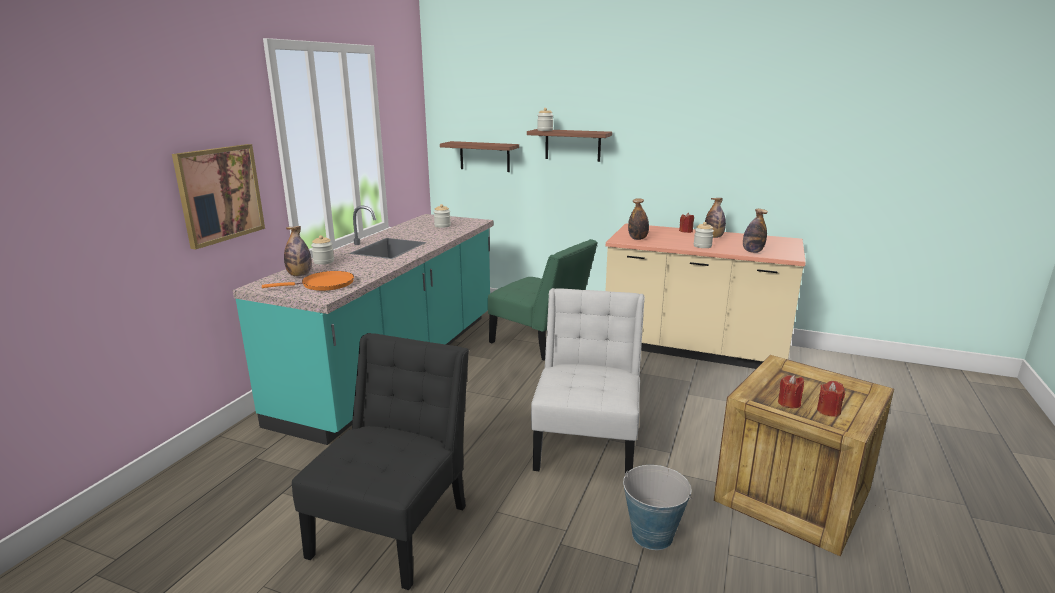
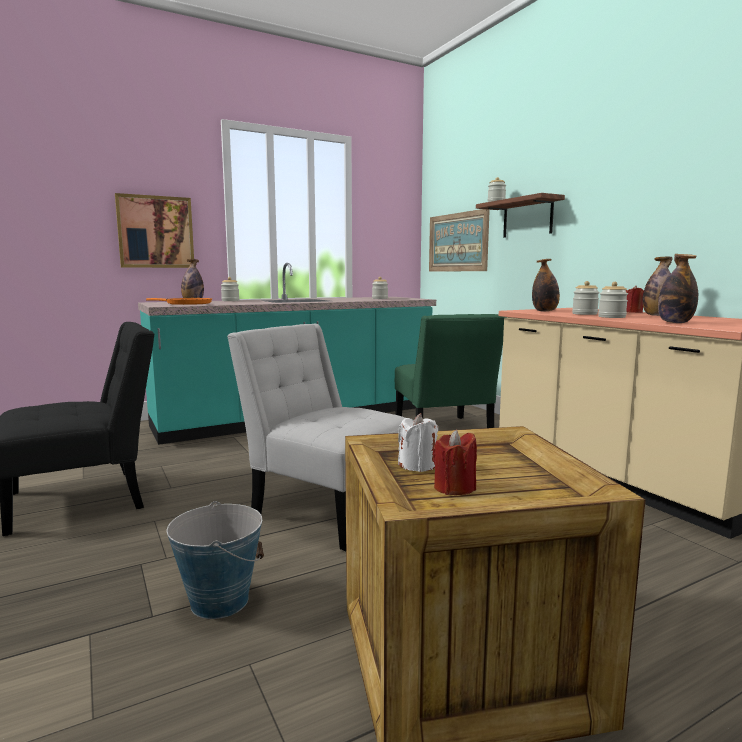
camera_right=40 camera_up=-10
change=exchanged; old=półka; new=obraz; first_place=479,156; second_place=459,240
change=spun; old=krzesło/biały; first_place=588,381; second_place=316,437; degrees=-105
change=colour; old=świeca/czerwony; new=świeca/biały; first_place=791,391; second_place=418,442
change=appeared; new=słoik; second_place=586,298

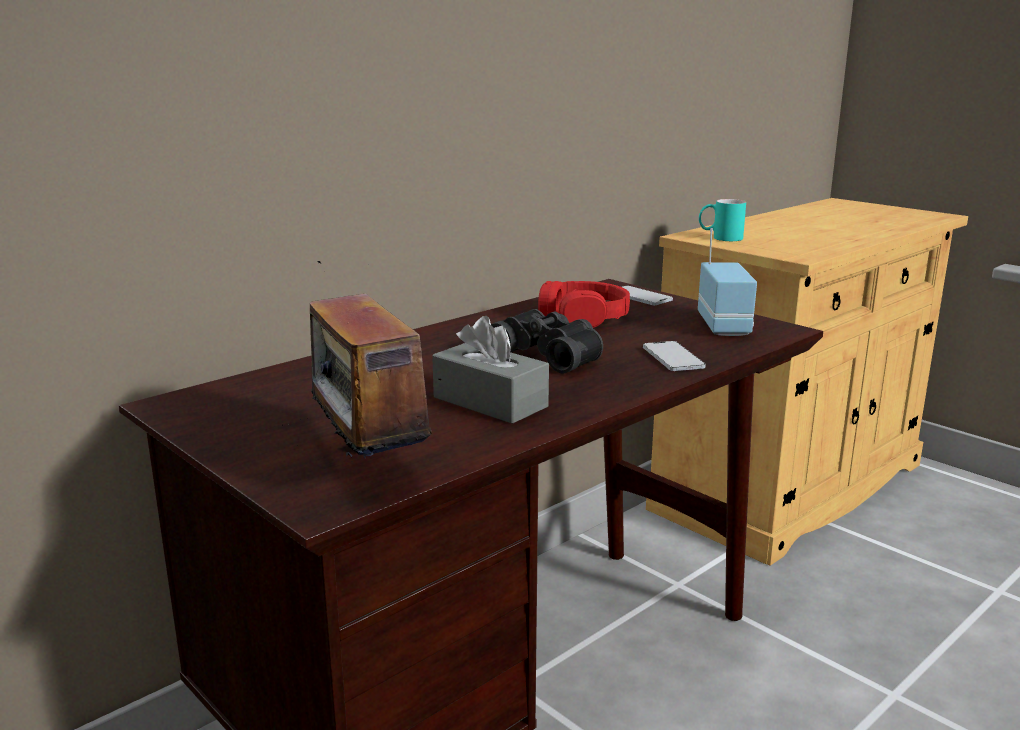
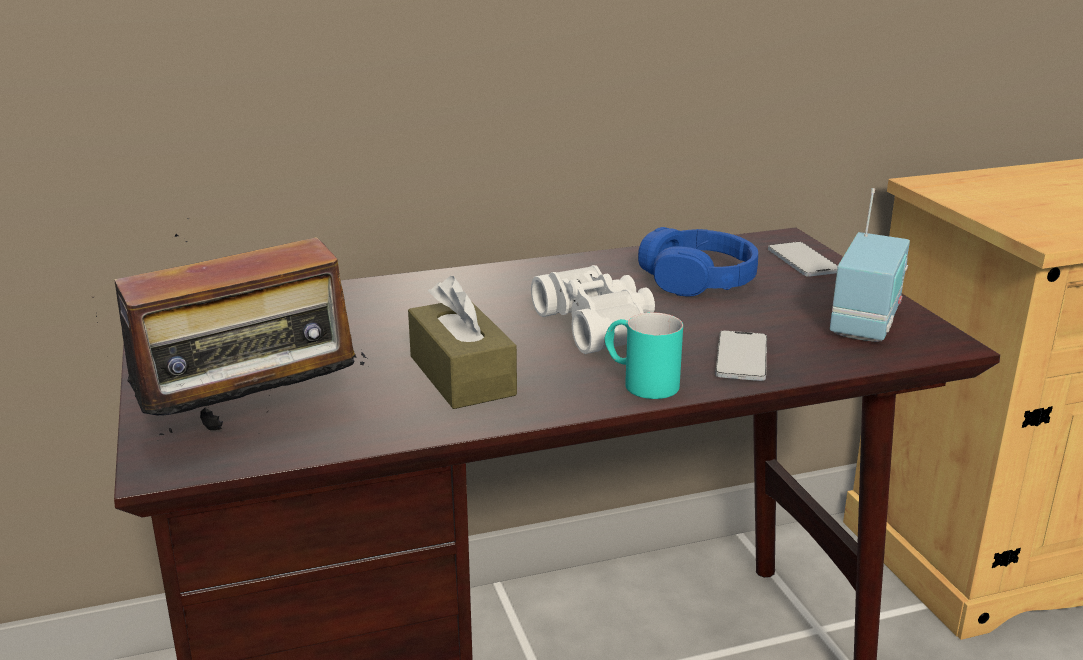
camera_right=25 camera_up=5
change=spun; old=radio; first_place=361,361; second_place=229,329; degrees=-120
change=colour; old=pudełko chusteczek/szary; new=pudełko chusteczek/brązowy; first_place=490,370; second_place=462,342
change=colour; old=lornetka/czarny; new=lornetka/biały; first_place=547,341; second_place=593,309
change=colour; old=słuchawki/czerwony; new=słuchawki/niebieski; first_place=584,304; second_place=698,262
change=relocated; old=kubek/turkusowy; first_place=722,220; second_place=643,356

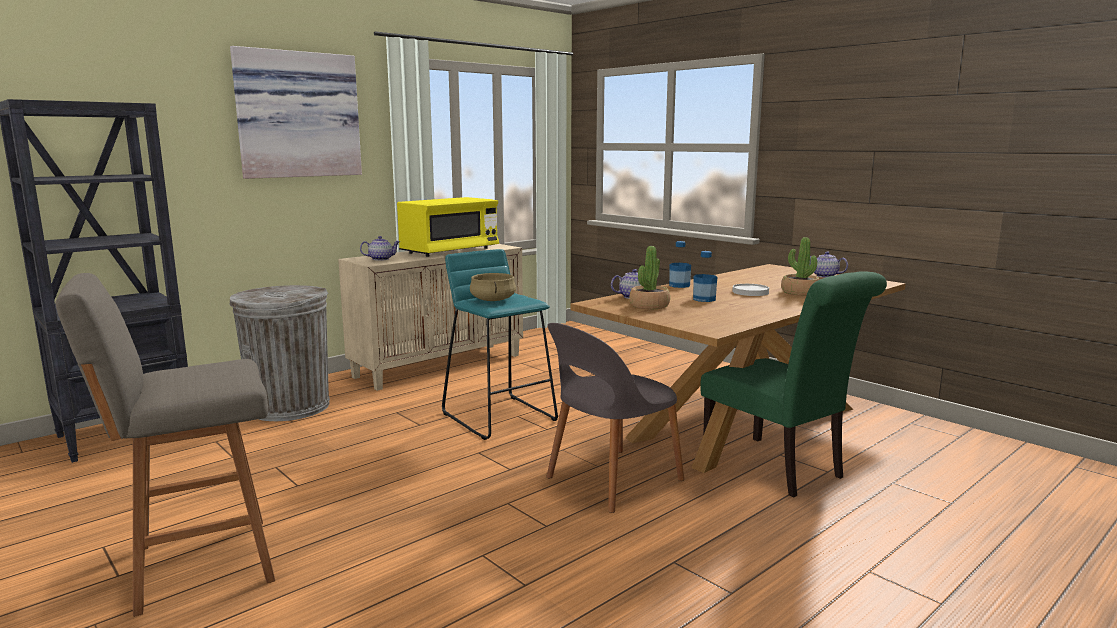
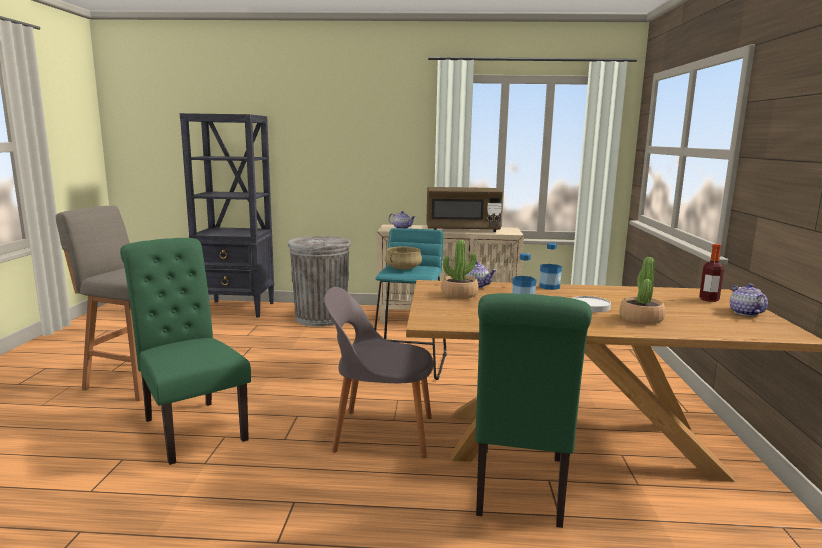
camera_right=45 camera_up=0
change=missing; old=obraz; first_place=296,112
change=colour; old=mikrofalówka/żółty; new=mikrofalówka/brązowy; first_place=448,227; second_place=464,209
change=appeared; new=krzesło/zielony; second_place=185,351
change=appeared; new=butelka; second_place=711,273

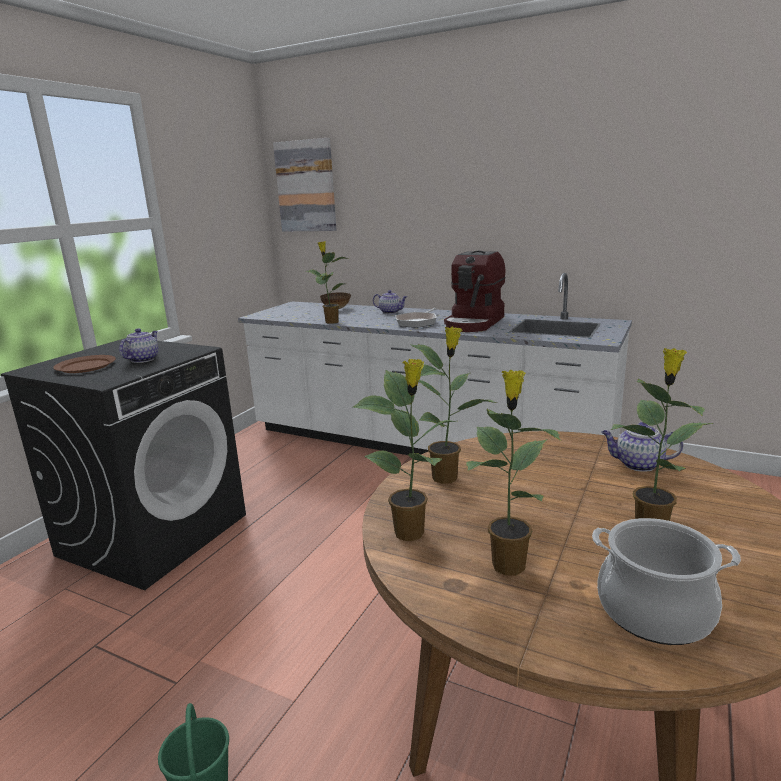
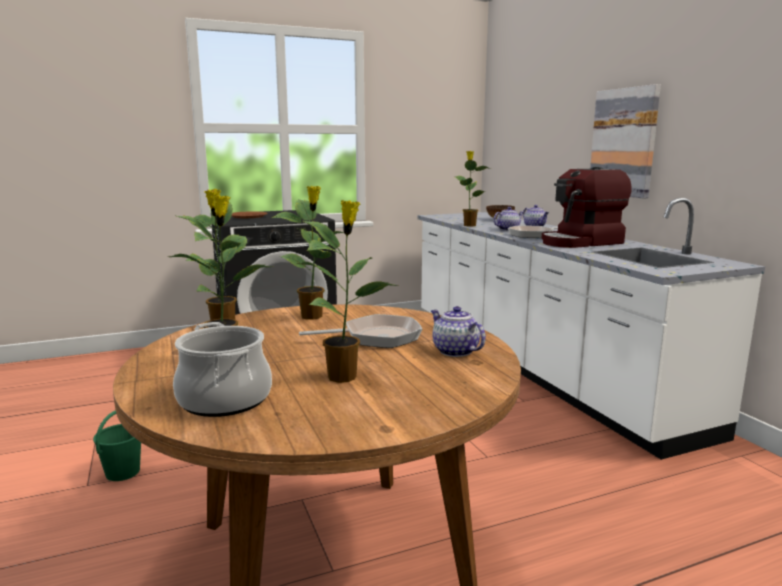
camera_right=40 camera_up=-5
change=relocated; old=imbryk; first_place=138,345; second_place=508,219
change=relocated; old=obraz; first_place=305,184; second_place=625,141
change=appeared; new=patelnia; second_place=360,331

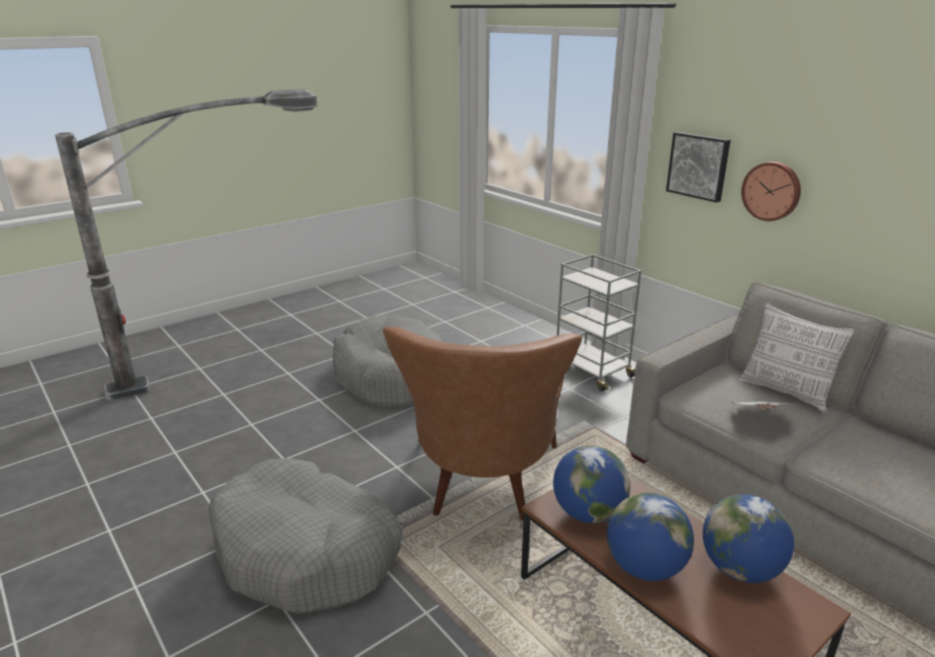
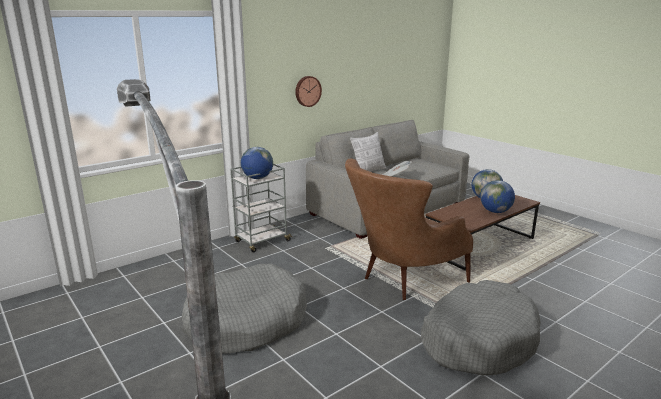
camera_right=-90 camera_up=-5
change=spun; old=fotel/brązowy; first_place=482,424; second_place=409,229; degrees=135
change=relocated; old=globus; first_place=591,484; second_place=257,163
change=missing; old=obraz; first_place=698,167

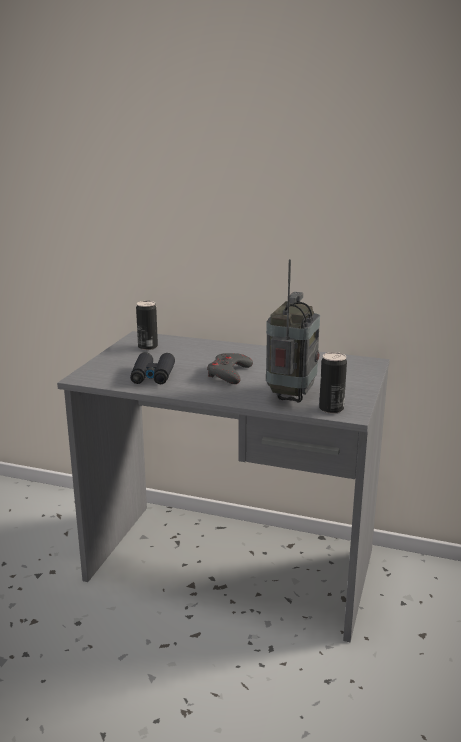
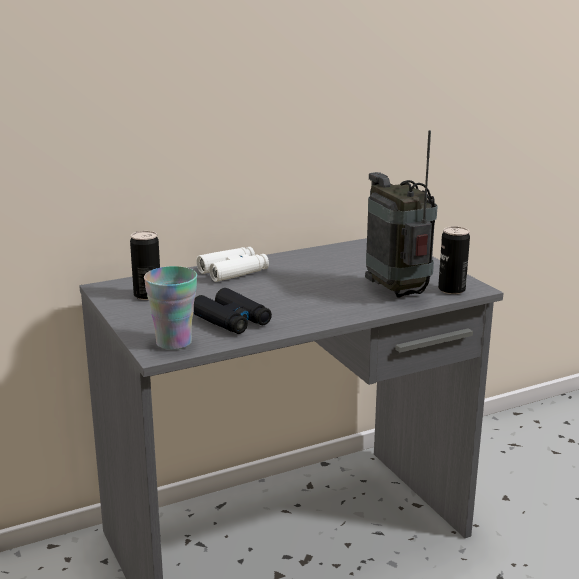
camera_right=-45 camera_up=0
change=missing; old=pad do gier/szary; first_place=230,368
change=appeared; new=filiżanka; second_place=170,308
change=appeared; new=lornetka/biały; second_place=232,264

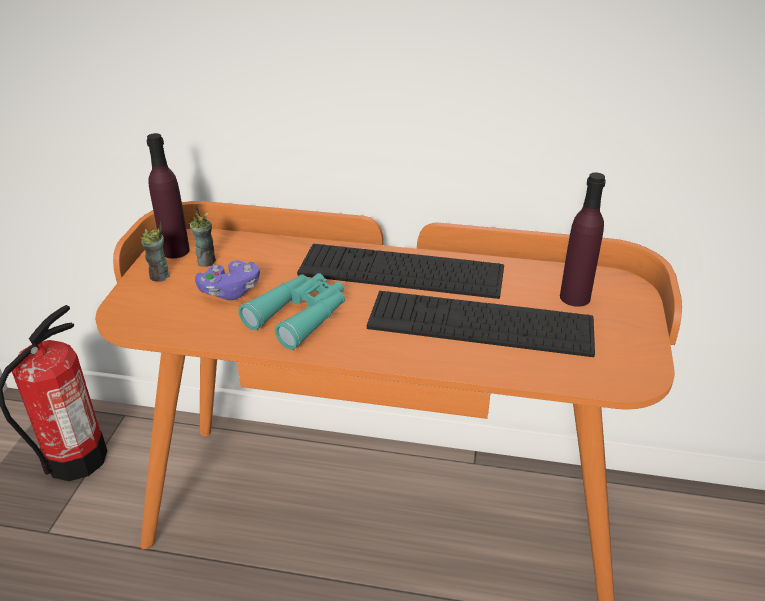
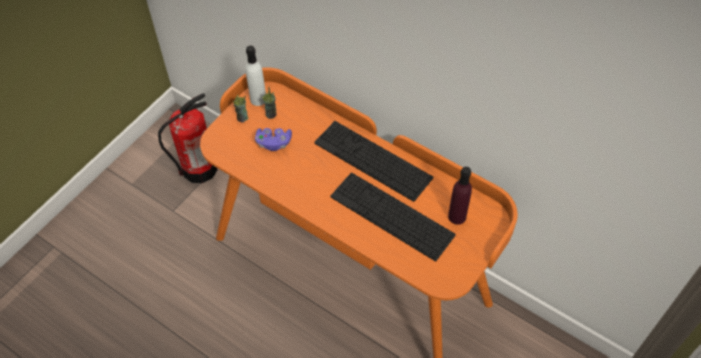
camera_right=25 camera_up=20
change=colour; old=butelka/fioletowy; new=butelka/biały; first_place=168,196; second_place=255,76
change=missing; old=lornetka/turkusowy; first_place=291,311

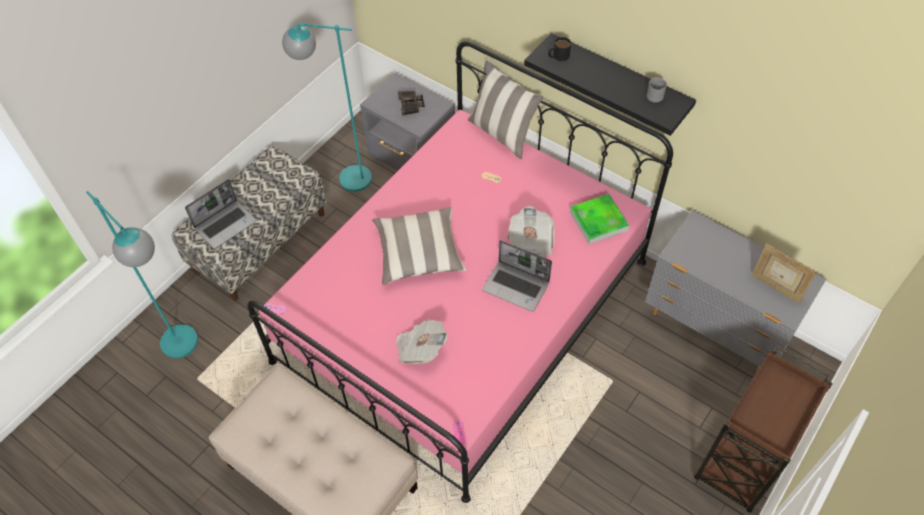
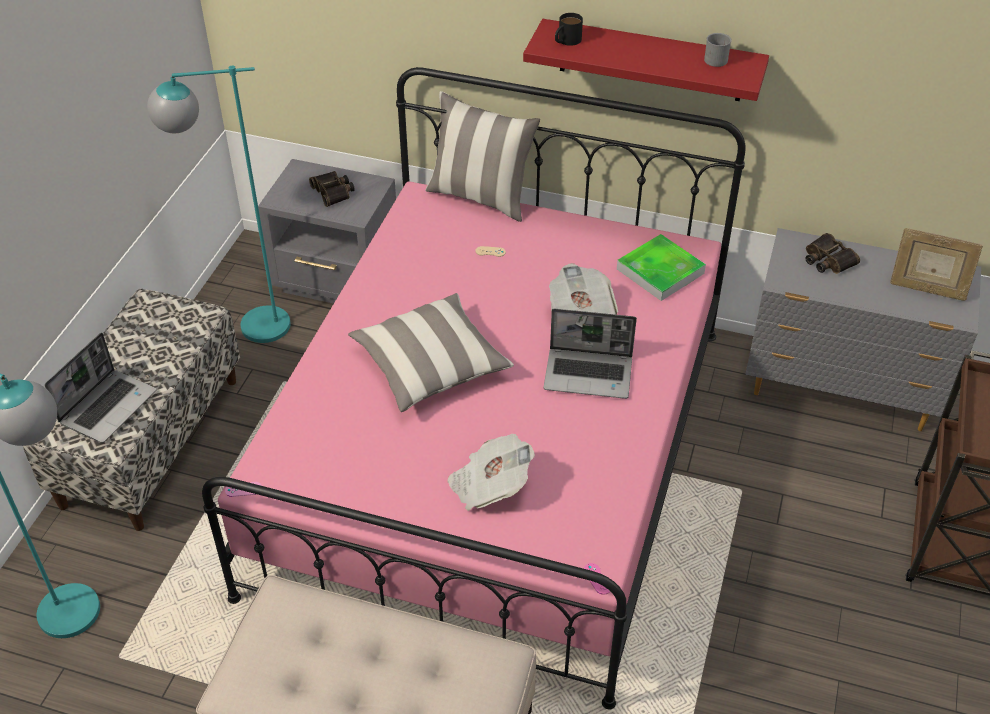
camera_right=-20 camera_up=-10
change=colour; old=półka/czarny; new=półka/czerwony; first_place=610,84; second_place=646,60
change=appeared; new=lornetka; second_place=832,253

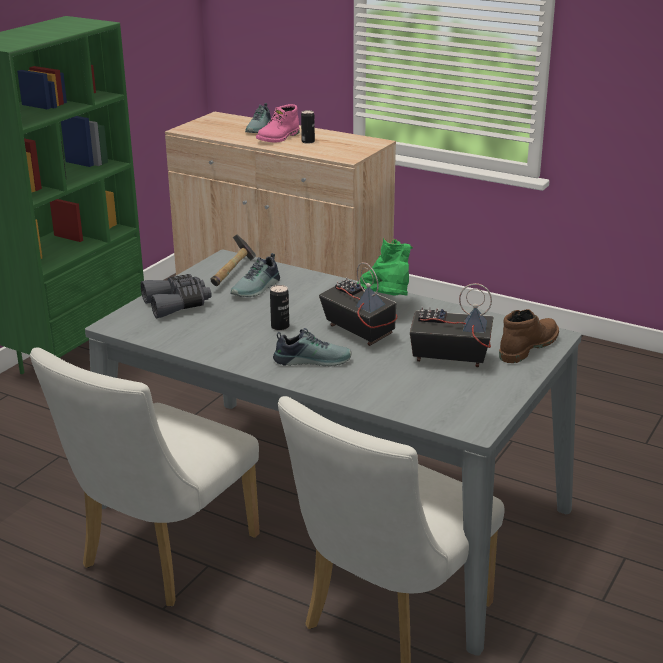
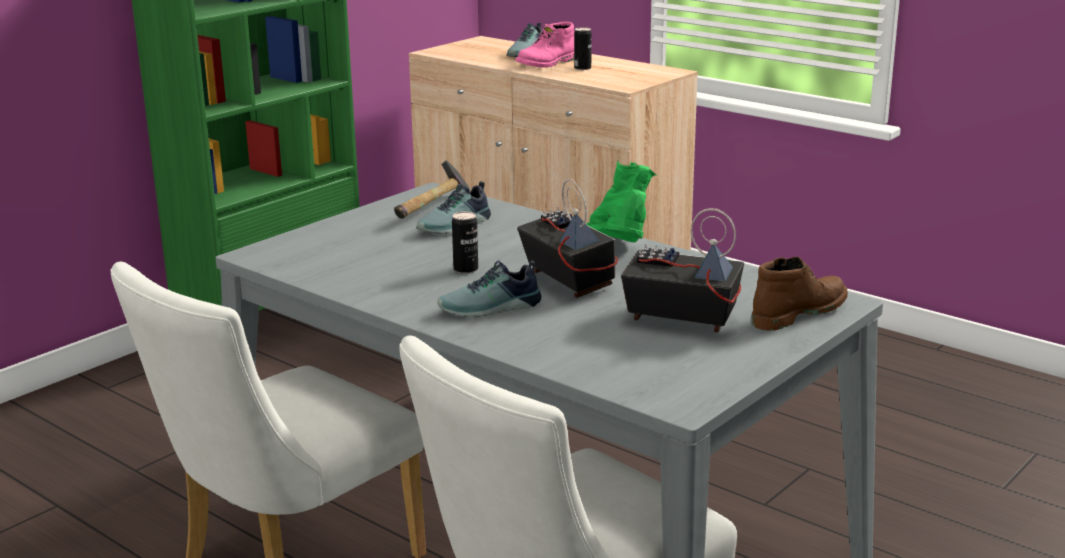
camera_right=10 camera_up=-5
change=missing; old=lornetka/szary; first_place=176,296
change=spun; old=but; first_place=312,347; second_place=489,288; degrees=150

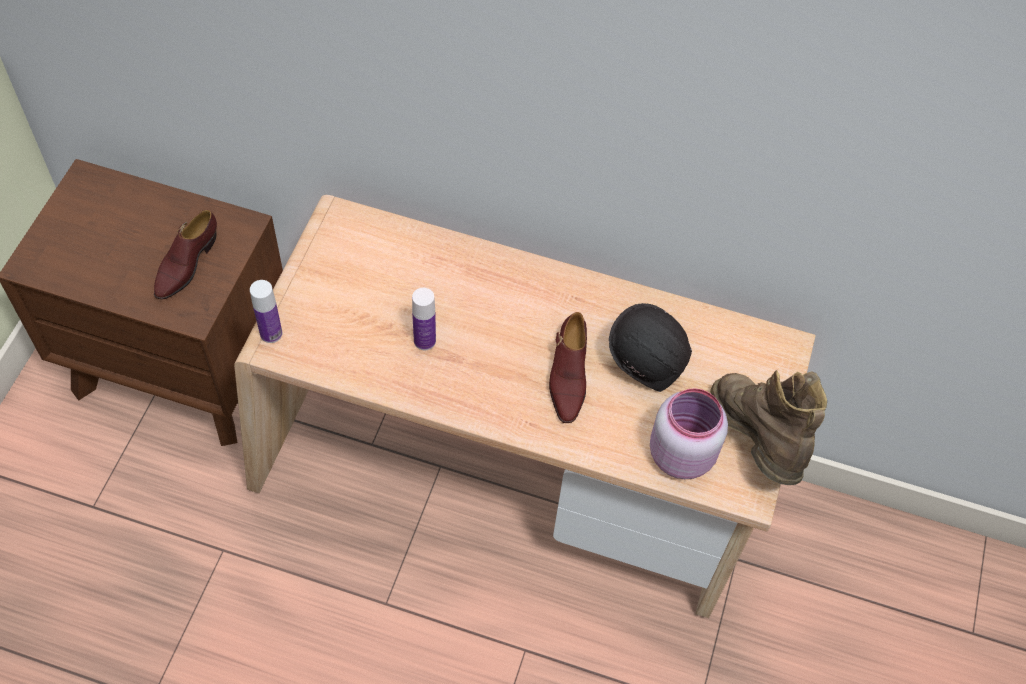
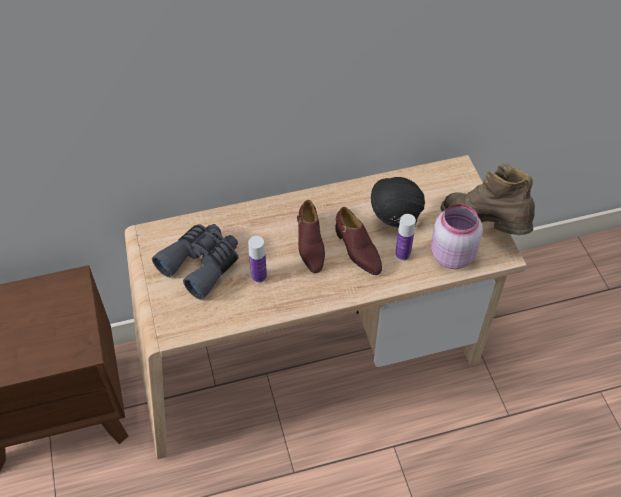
camera_right=-30 camera_up=-5
change=relocated; old=but/brązowy; first_place=185,255; second_place=311,236
change=relocated; old=butelka; first_place=266,311; second_place=405,237
change=appeared; new=lornetka/szary; second_place=195,262

